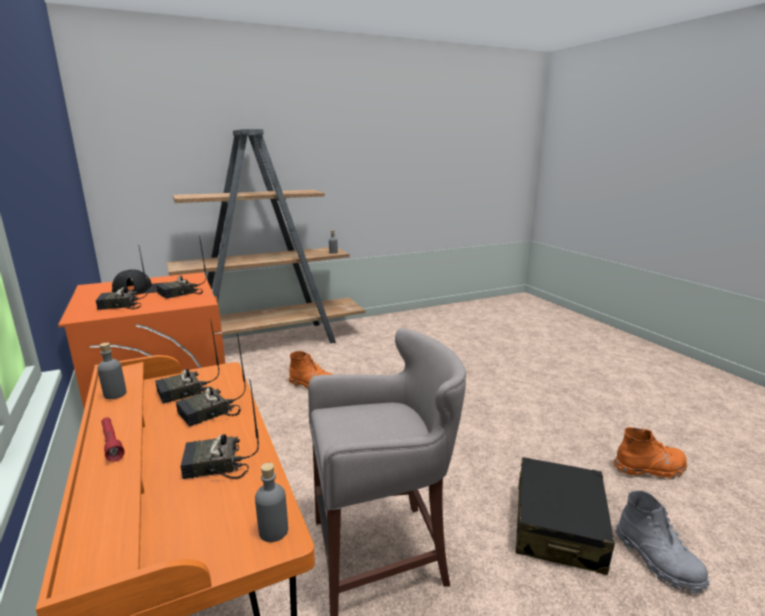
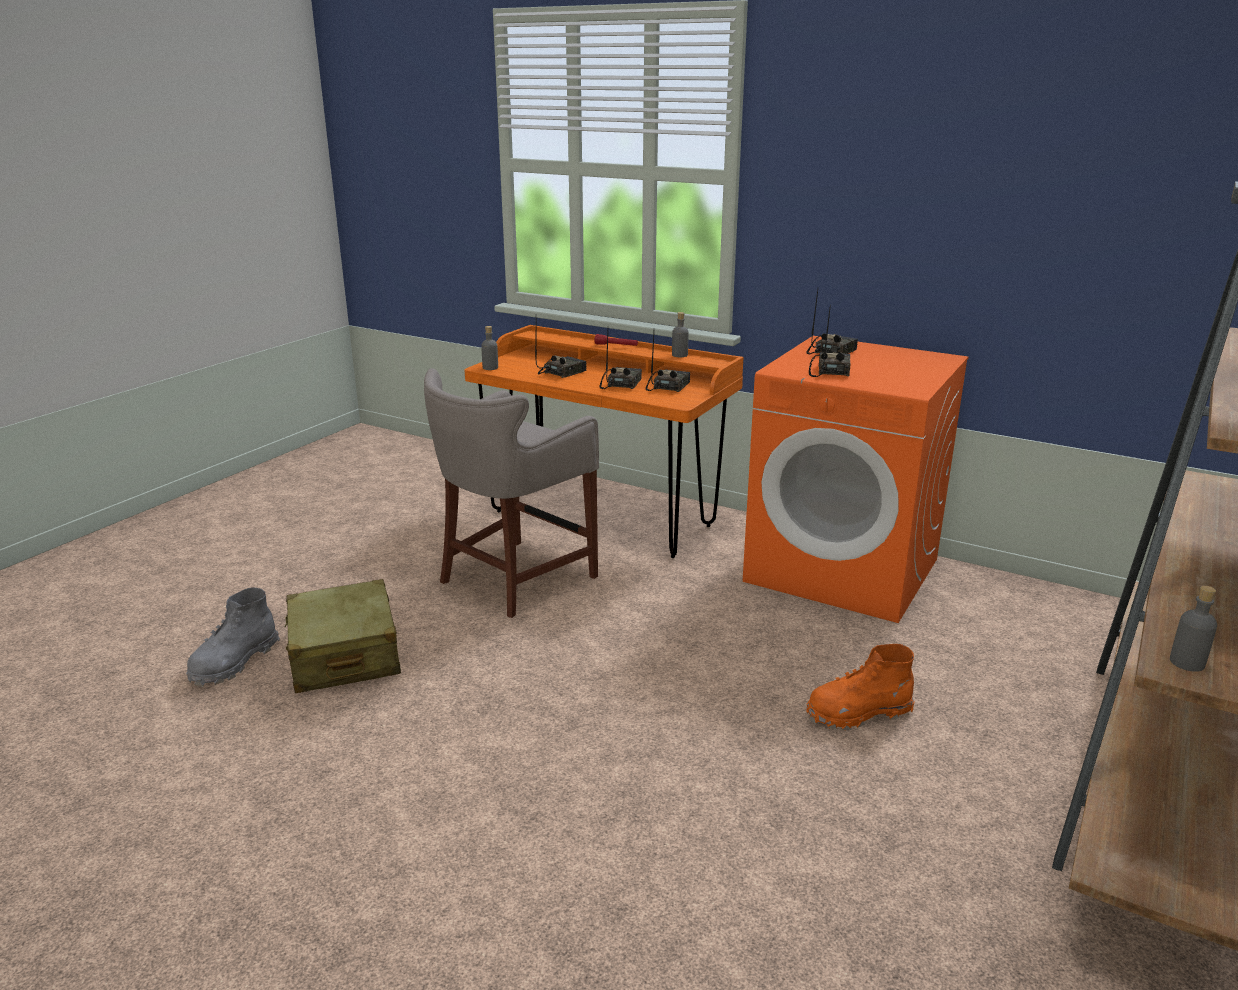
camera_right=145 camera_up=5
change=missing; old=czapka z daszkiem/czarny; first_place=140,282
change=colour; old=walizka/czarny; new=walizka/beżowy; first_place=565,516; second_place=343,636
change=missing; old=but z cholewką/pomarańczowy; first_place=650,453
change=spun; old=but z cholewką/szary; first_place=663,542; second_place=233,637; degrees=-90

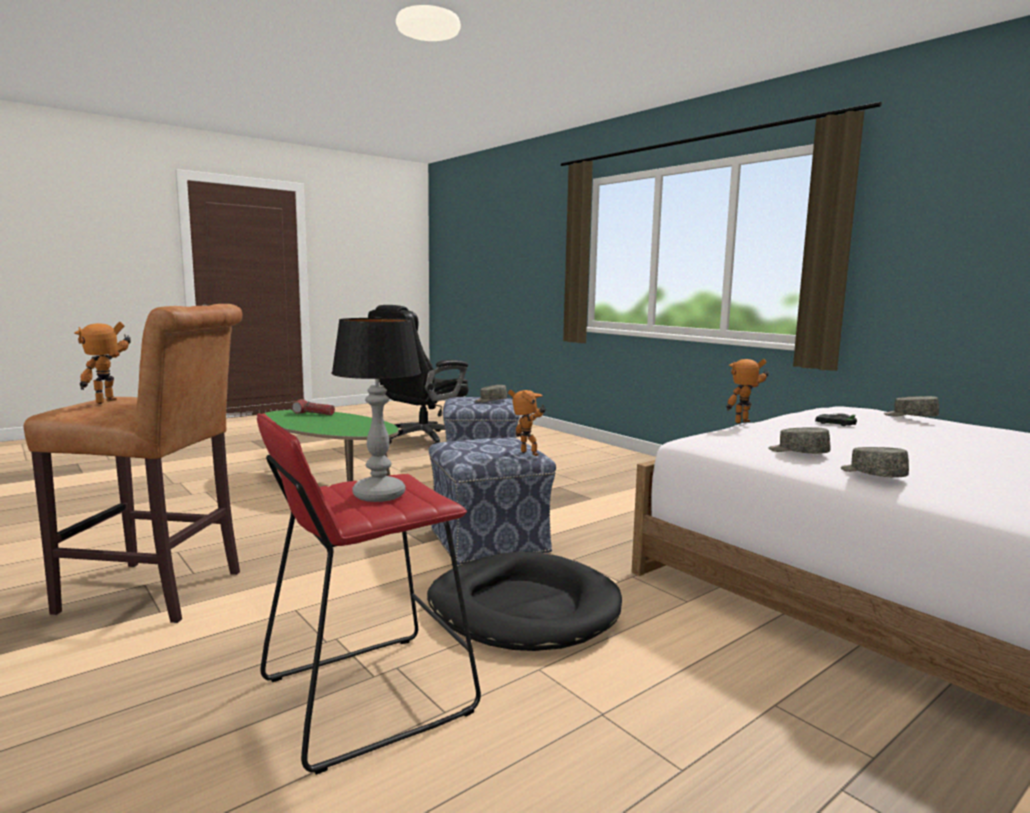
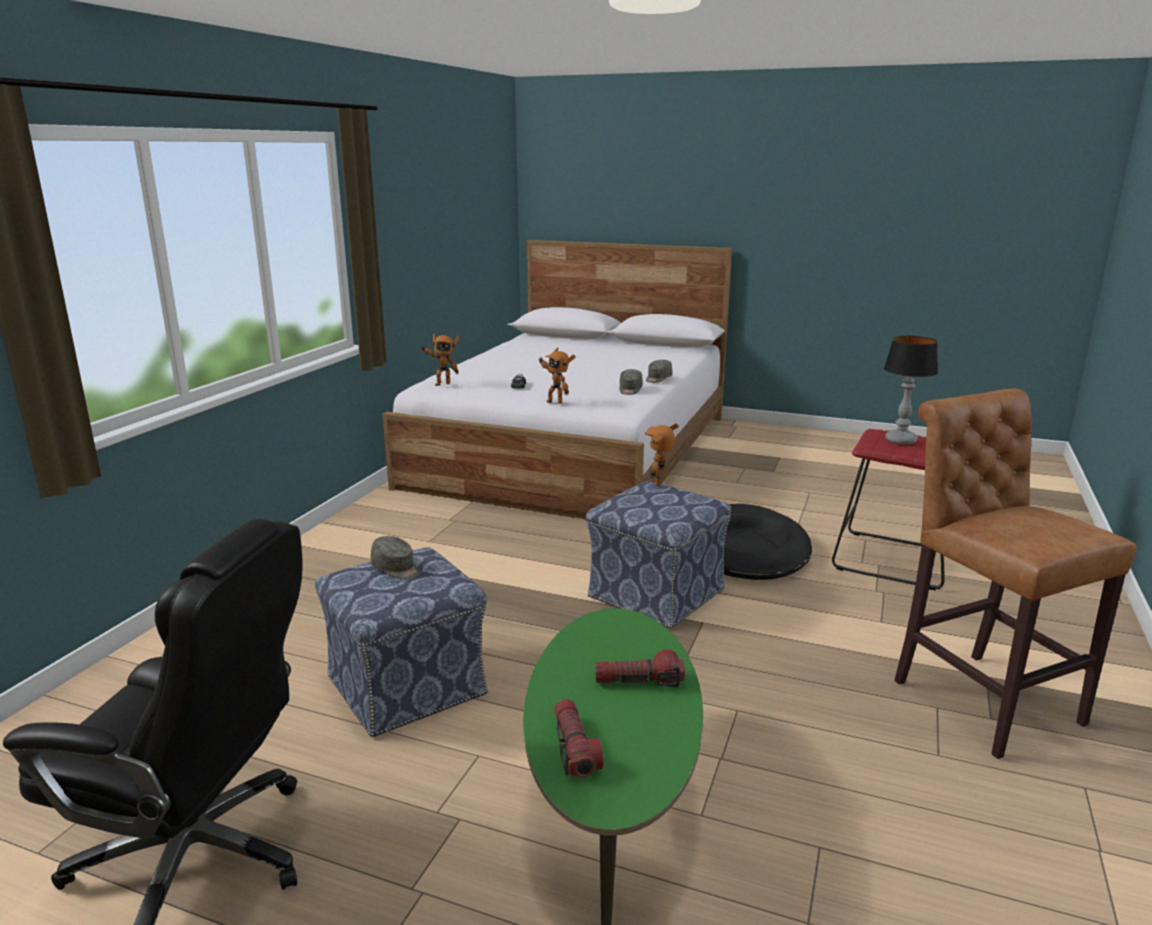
camera_right=-120 camera_up=10
change=relocated; old=robot zabawkowy; first_place=102,363; second_place=439,359
change=missing; old=czapka z daszkiem/szary; first_place=911,406
change=appeared; new=latarka; second_place=640,668

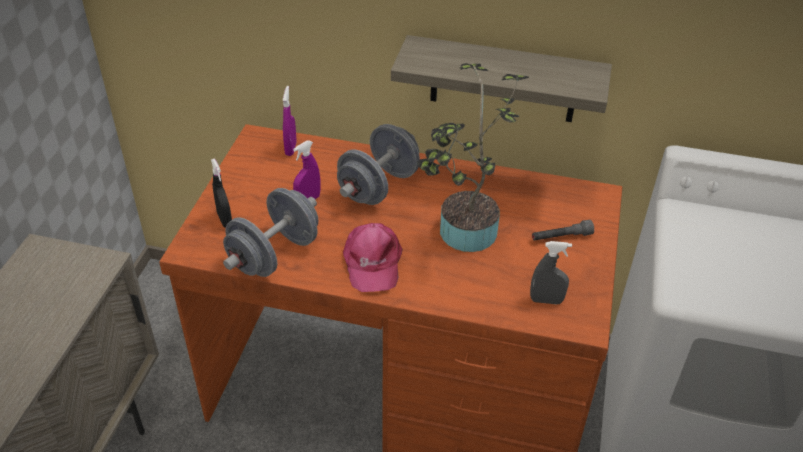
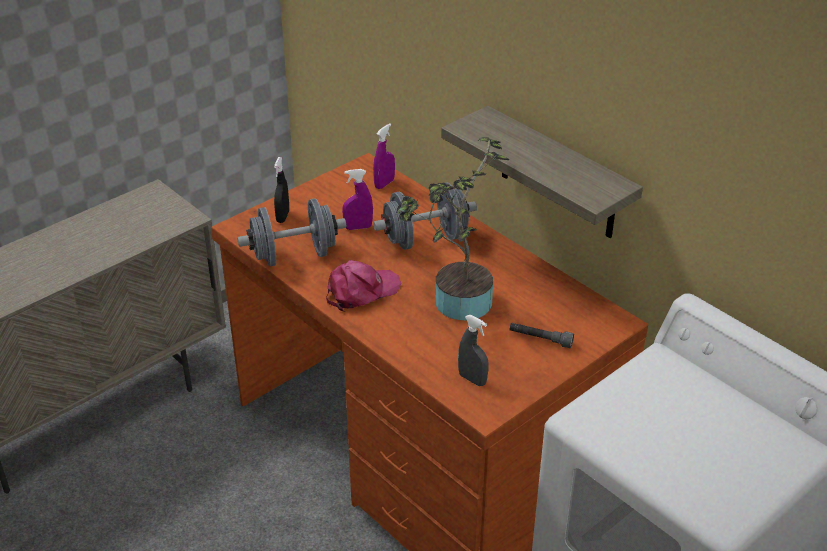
camera_right=35 camera_up=-5
change=spun; old=czapka z daszkiem/różowy; first_place=372,257; second_place=363,286; degrees=-150

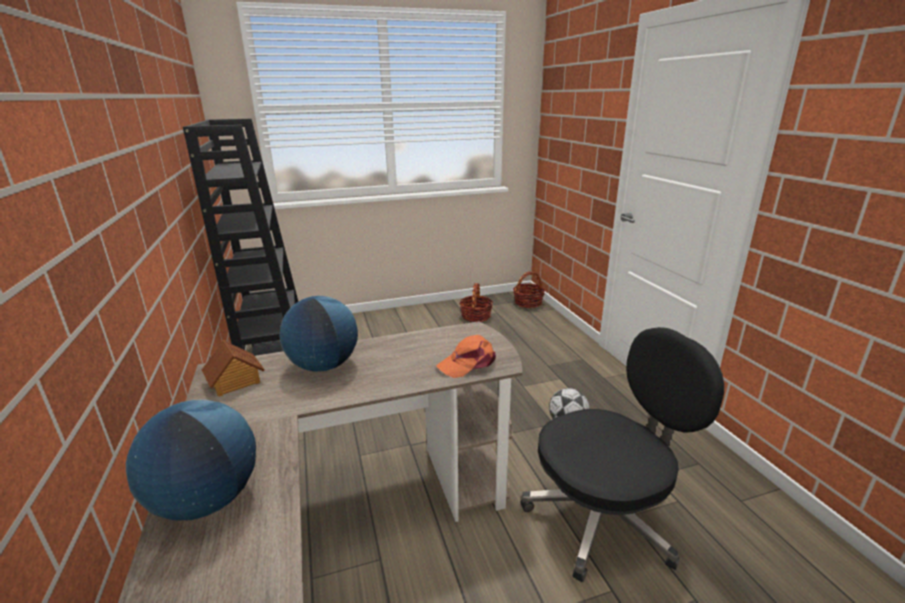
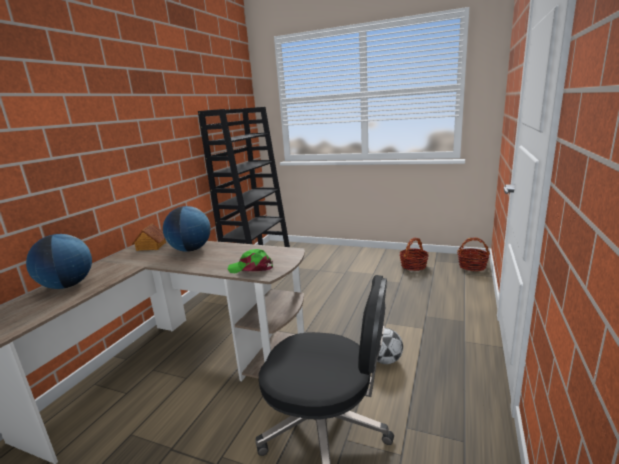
camera_right=40 camera_up=-5
change=colour; old=czapka z daszkiem/pomarańczowy; new=czapka z daszkiem/zielony; first_place=466,356; second_place=250,261

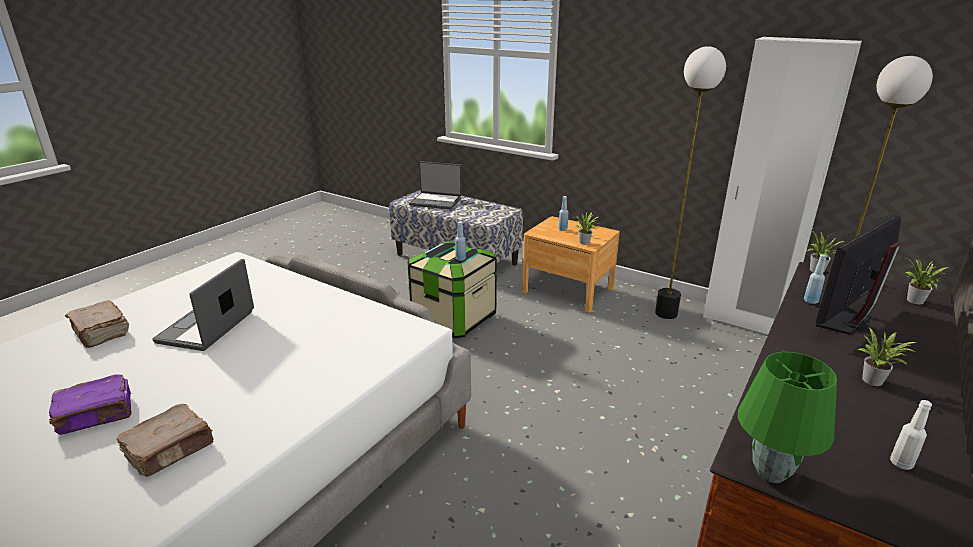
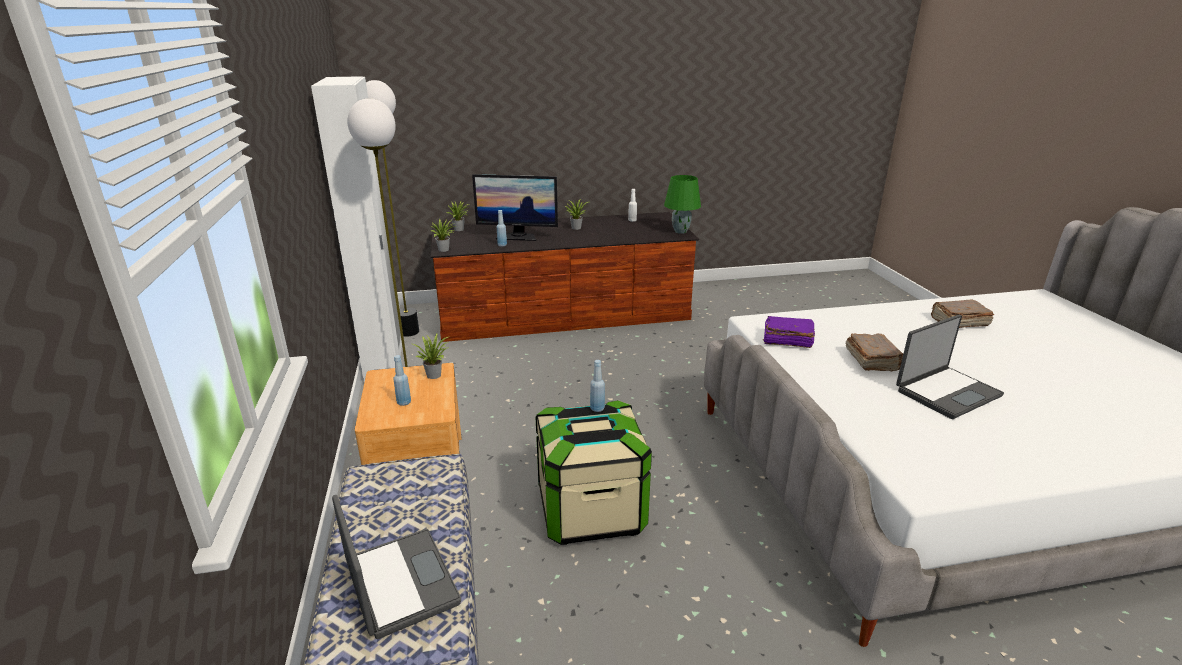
camera_right=-135 camera_up=0
change=relocated; old=książka/fioletowy; first_place=90,404; second_place=789,332
change=relocated; old=książka/brązowy; first_place=97,324; second_place=874,352

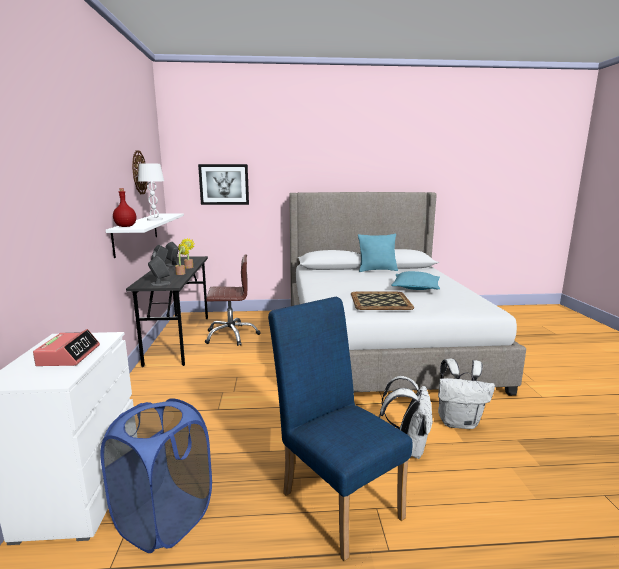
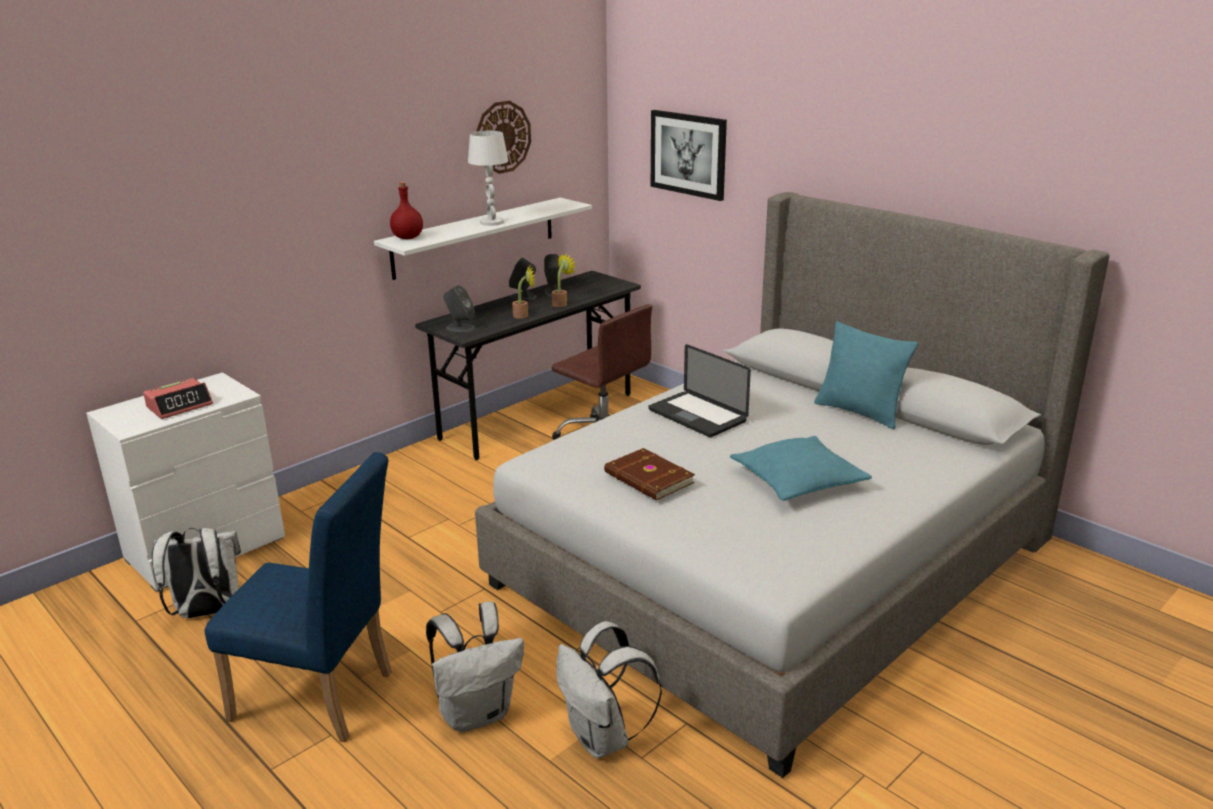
camera_right=50 camera_up=10
change=exchanged; old=kosz na pranie/niebieski; new=plecak/biały; first_place=156,475; second_place=196,573
change=spun; old=krzesło/niebieski; first_place=340,429; second_place=298,597; degrees=90
change=exchanged; old=taca; new=książka/brązowy; first_place=382,301; second_place=649,474
change=appeared; new=laptop; second_place=699,390

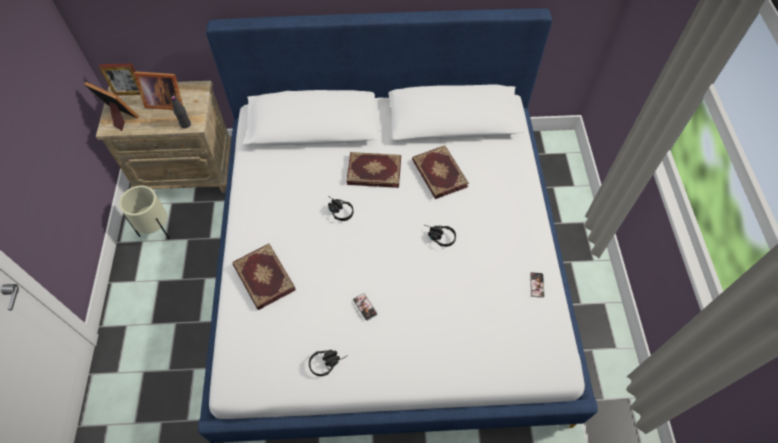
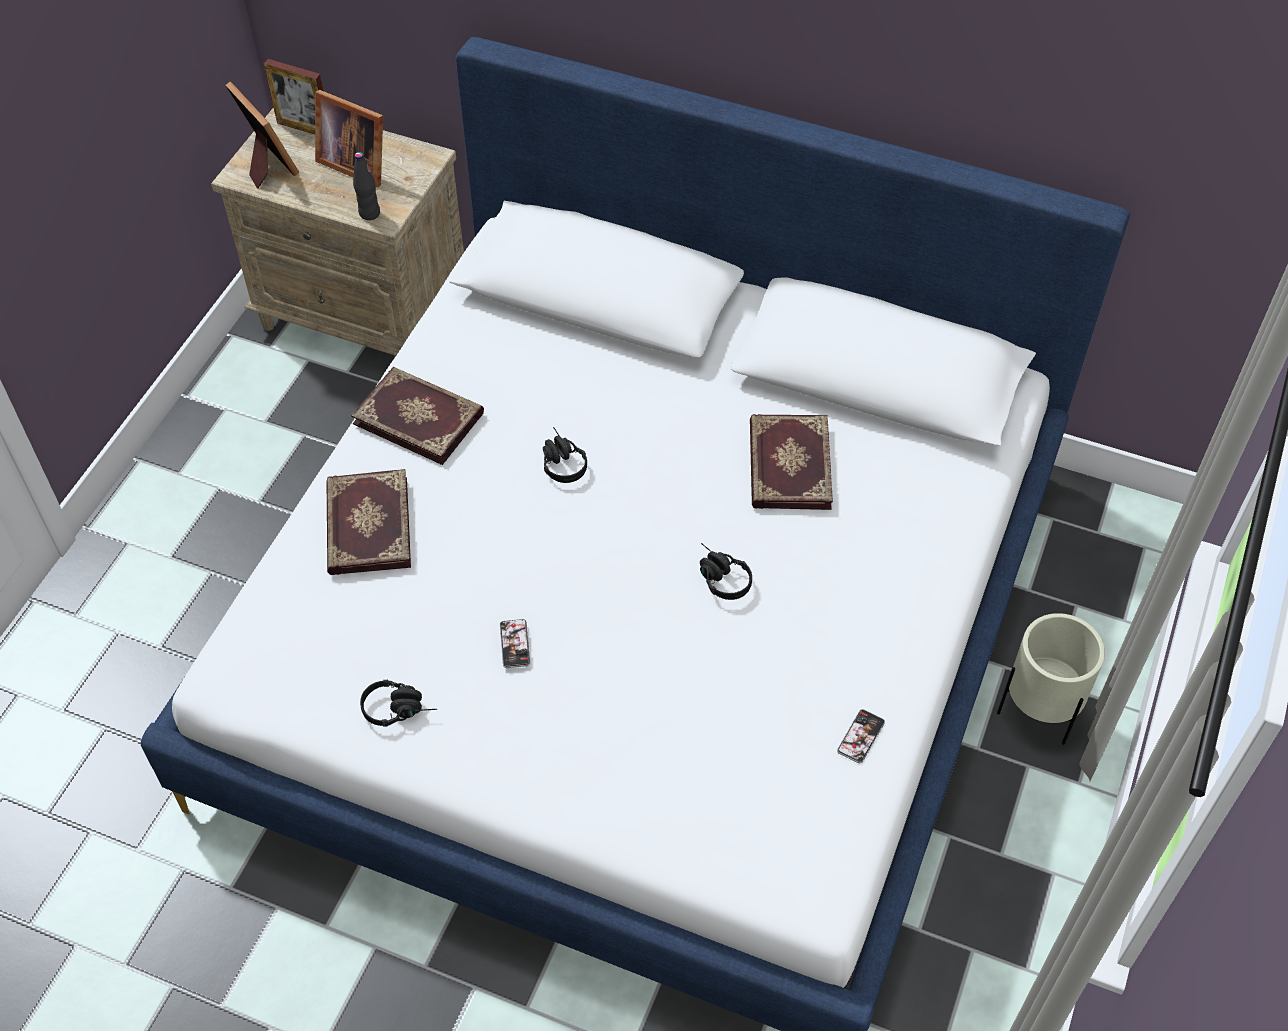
camera_right=25 camera_up=-5
change=relocated; old=donica/beżowy; first_place=144,212; second_place=1051,679
change=relocated; old=książka; first_place=373,170; second_place=417,416

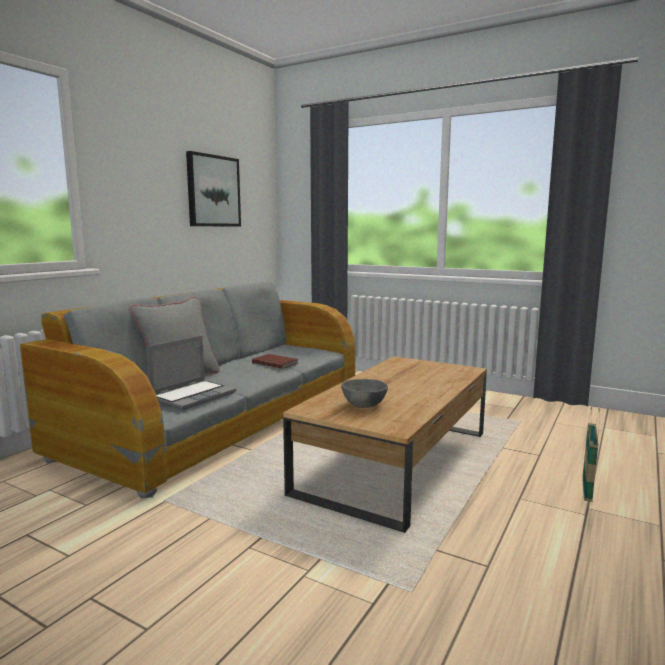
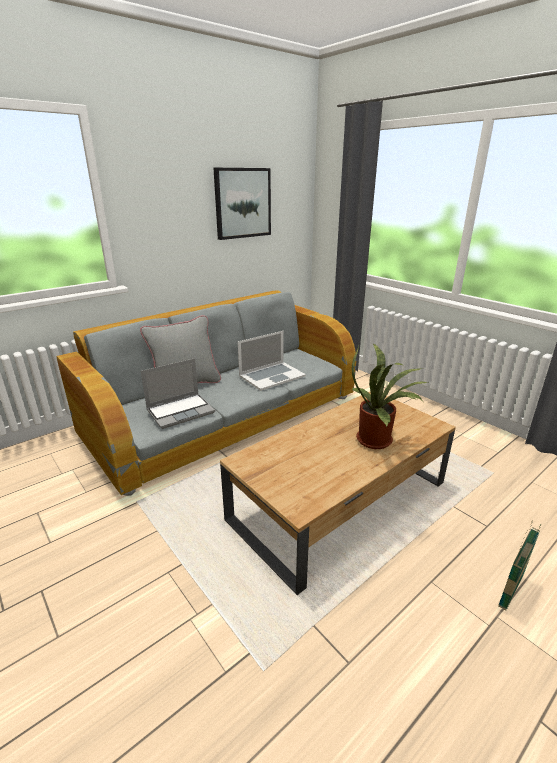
camera_right=20 camera_up=15
change=exchanged; old=książka/brązowy; new=laptop; first_place=275,361; second_place=272,361
change=missing; old=miska/szary; first_place=364,393
change=appeared; new=roślina doniczkowa; second_place=390,396

